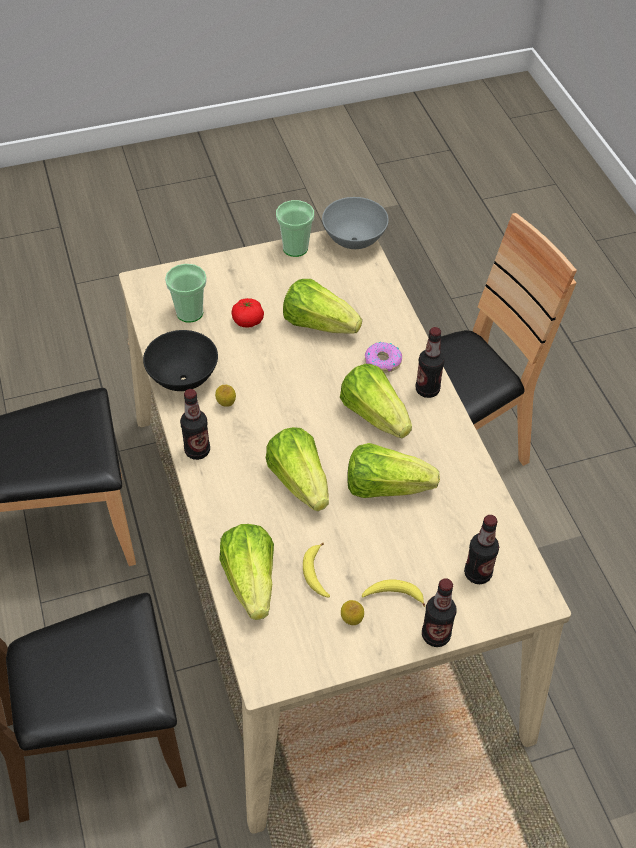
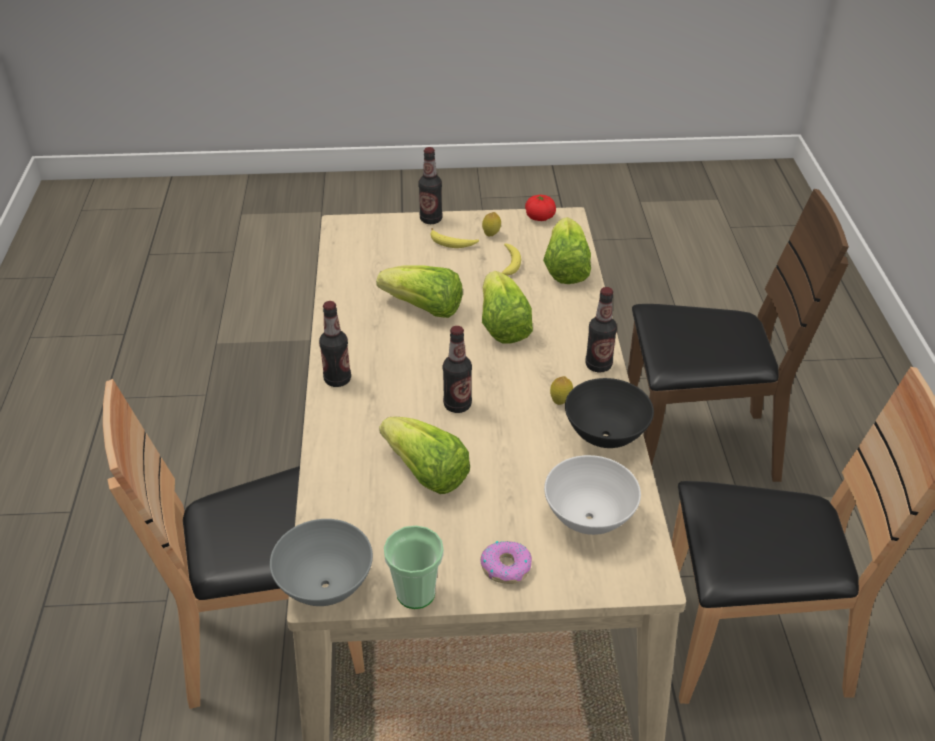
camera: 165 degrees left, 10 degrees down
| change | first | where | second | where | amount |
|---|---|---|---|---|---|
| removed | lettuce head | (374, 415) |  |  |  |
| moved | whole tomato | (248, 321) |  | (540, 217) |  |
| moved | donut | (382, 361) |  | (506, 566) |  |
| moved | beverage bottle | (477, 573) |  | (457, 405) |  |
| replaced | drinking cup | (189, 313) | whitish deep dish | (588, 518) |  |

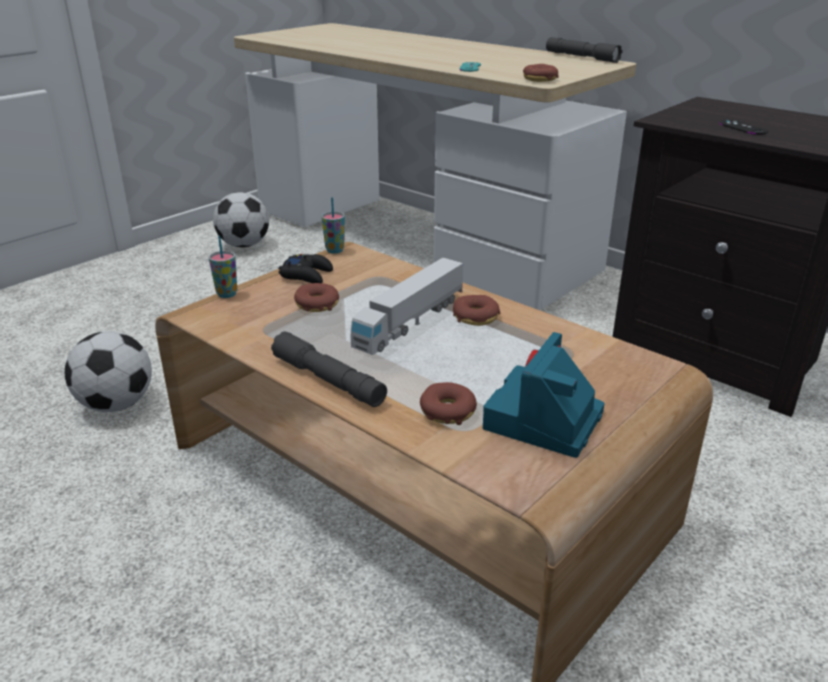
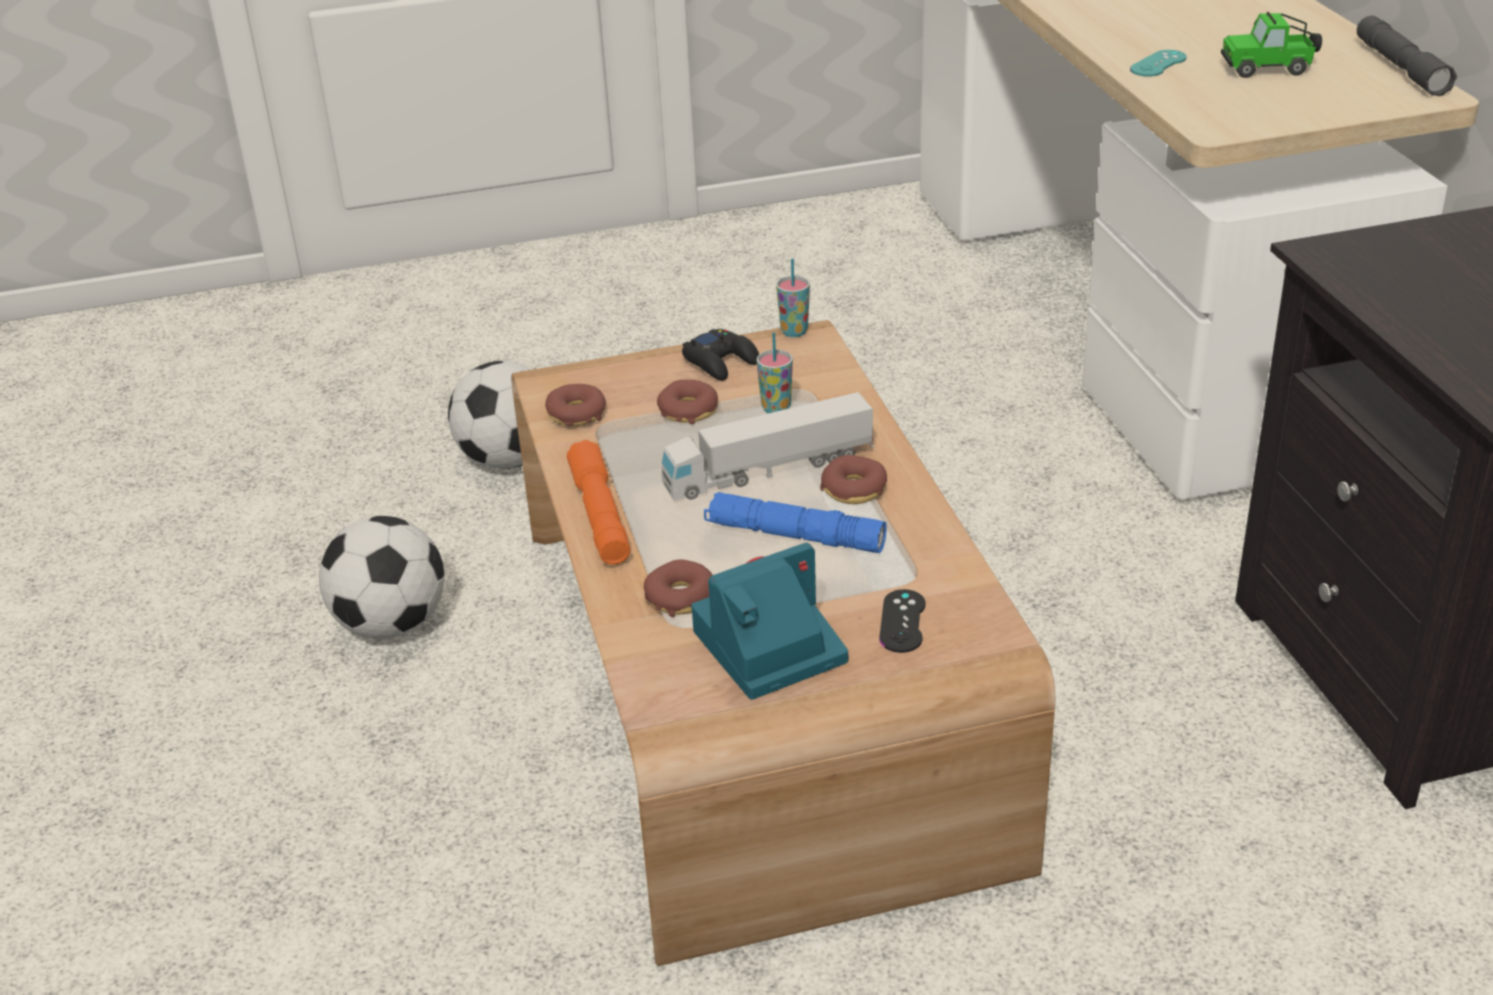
camera: 35 degrees right, 5 degrees up
| change | first | where | second | where | amount |
|---|---|---|---|---|---|
| added |  |  | blue flashlight | (795, 535) |  |
| added |  |  | toy car | (1269, 69) |  |
| moved | drinking cup | (227, 294) |  | (776, 409) |  |
| moved | football | (244, 245) |  | (391, 625) |  |
| moved | donut | (539, 79) |  | (576, 414) |  |
| moved | black-coloured joypad | (743, 128) |  | (902, 621) |  |
| recoloured | gray flashlight | (328, 380) | orange-coloured flashlight | (600, 516) |  |

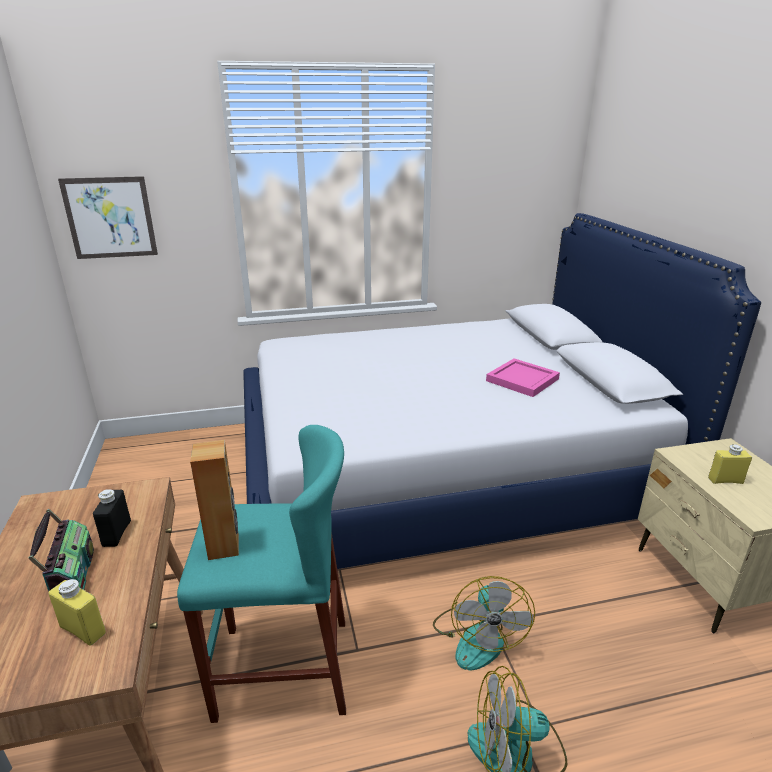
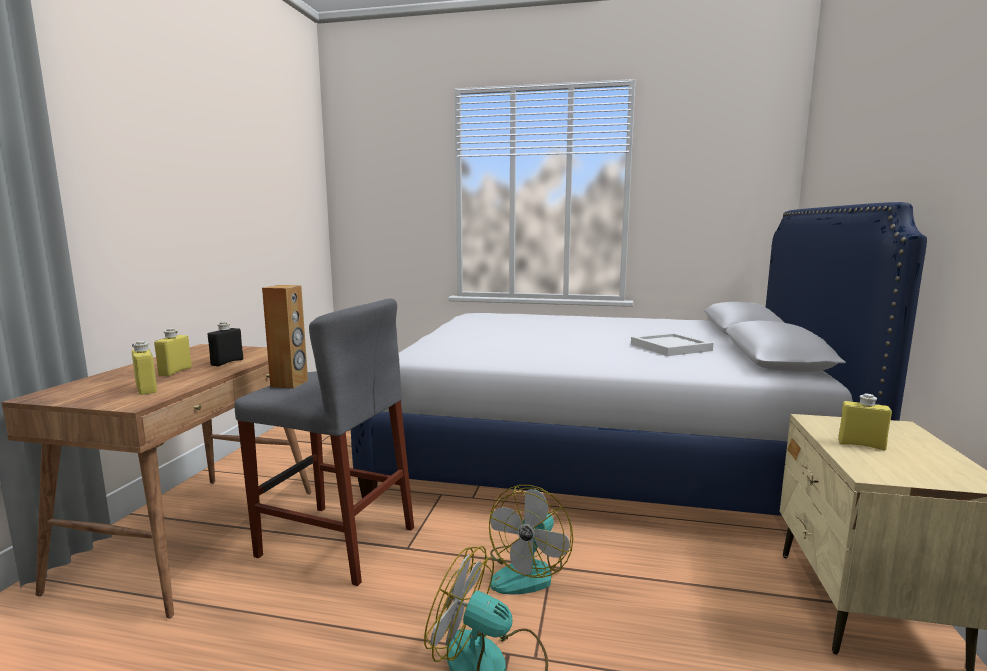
camera: 25 degrees right, 15 degrees down
| change | first | where | second | where | amount |
|---|---|---|---|---|---|
| removed | wall art | (110, 218) |  |  |  |
| replaced | radio receiver | (71, 576) | yellowish beverage bottle | (175, 372) |  |
| recoloured | turquoise sitting stool | (283, 668) | gray sitting stool | (336, 542) |  |
| recoloured | pink-coloured tray | (522, 379) | whitish tray | (670, 347) |  |

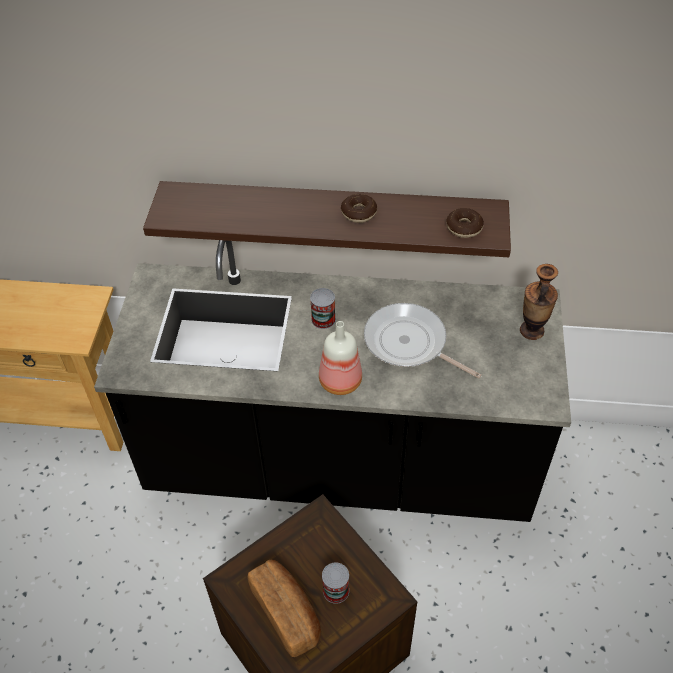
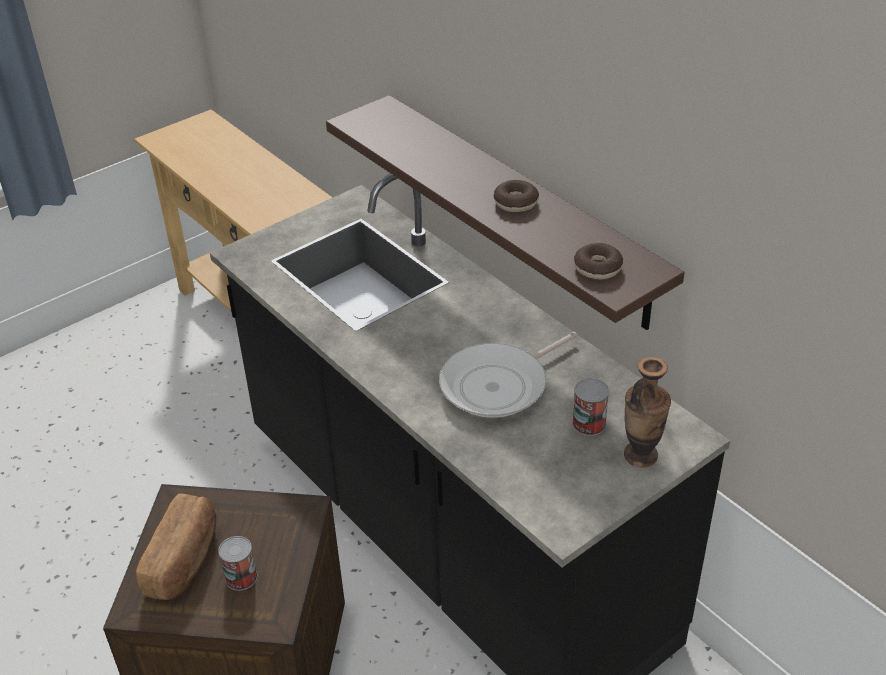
camera: 45 degrees right, 10 degrees down
| change | first | where | second | where | amount |
|---|---|---|---|---|---|
| removed | beverage bottle | (339, 382) |  |  |  |
| moved | can | (323, 319) |  | (589, 424) |  |
| turned | frying pan | (409, 343) |  | (499, 385) | 120 degrees counterclockwise |

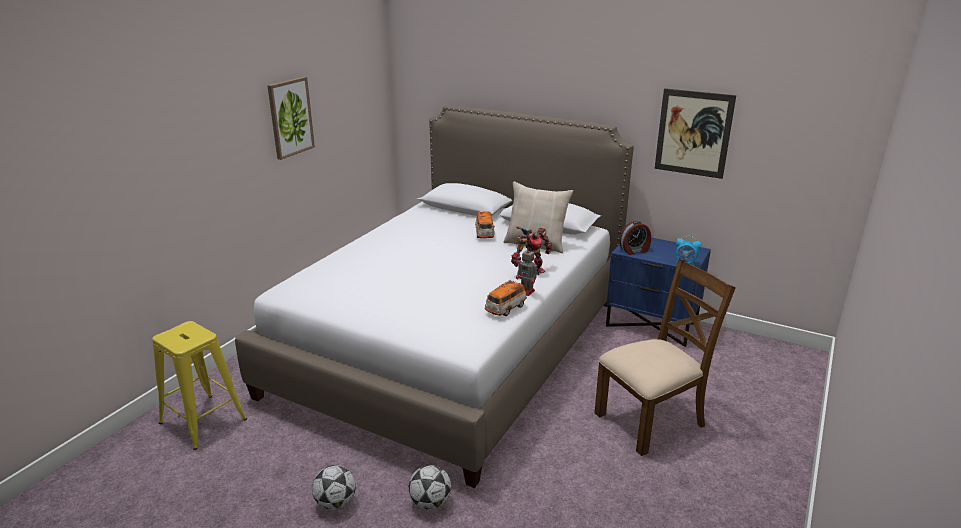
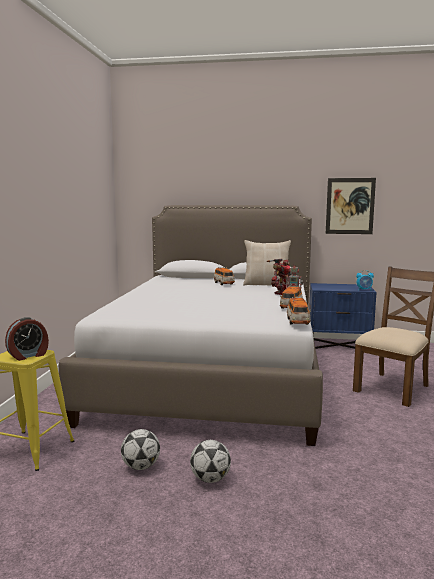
camera: 20 degrees left, 15 degrees down
| change | first | where | second | where | amount |
|---|---|---|---|---|---|
| removed | wall art | (290, 117) |  |  |  |
| added |  |  | toy car | (298, 322) |  |
| moved | football | (430, 502) |  | (141, 466) |  |
| moved | alarm clock | (634, 251) |  | (29, 355) |  |

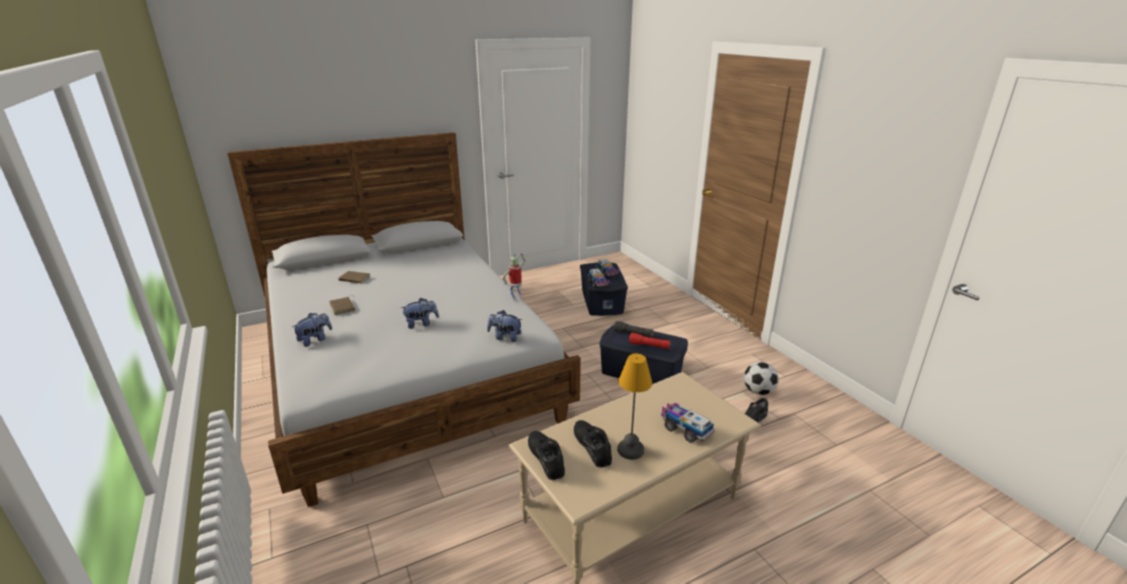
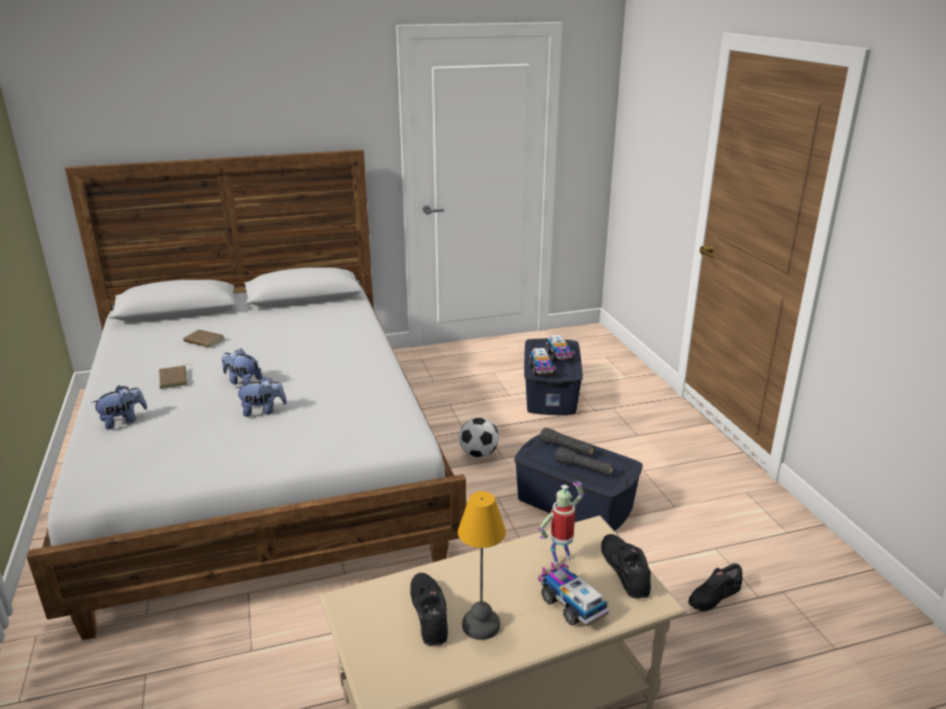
camera: 10 degrees right, 0 degrees up
| change | first | where | second | where | amount |
|---|---|---|---|---|---|
| moved | cuddly toy | (505, 337) |  | (242, 382) |  |
| moved | toy robot | (516, 297) |  | (560, 559) |  |
| moved | black-coloured low shoe | (547, 458) |  | (626, 571) |  |
| moved | football | (758, 391) |  | (478, 454) |  |
| recoloured | red flashlight | (649, 346) | black-coloured flashlight | (583, 468) |  |

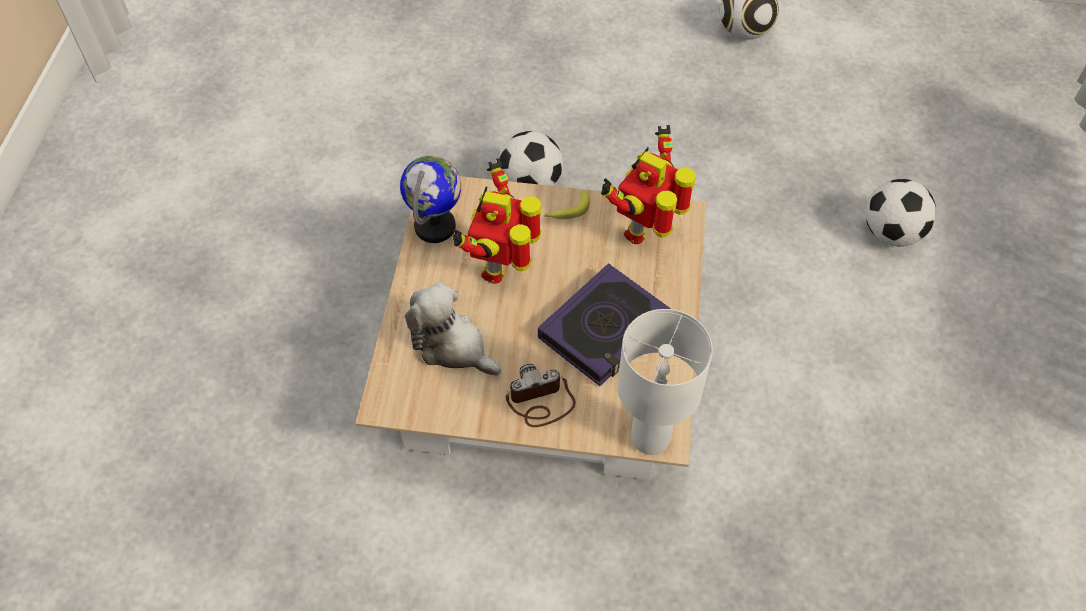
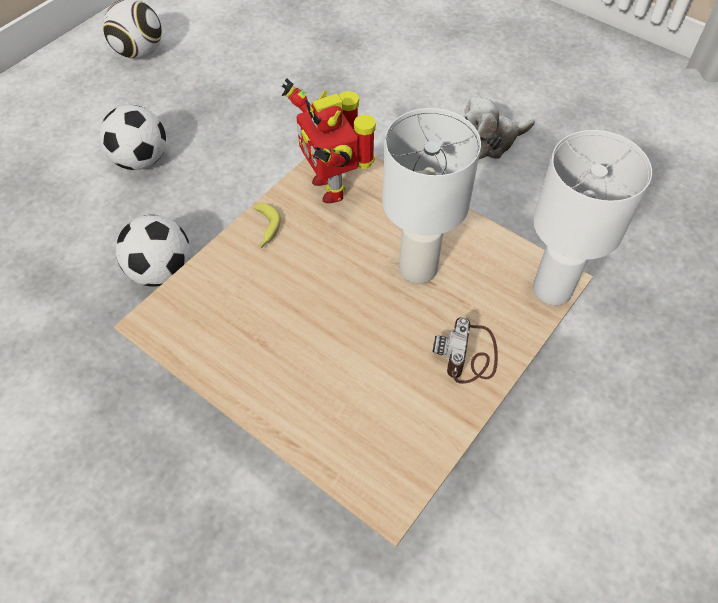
camera: 60 degrees left, 0 degrees up
| change | first | where | second | where | amount |
|---|---|---|---|---|---|
| removed | world globe | (435, 226) |  |  |  |
| removed | toy robot | (501, 266) |  |  |  |
| moved | cuddly toy | (452, 345) |  | (490, 141) |  |
| moved | football | (891, 233) |  | (141, 160) |  |
| replaced | volume | (604, 329) | whitish tabletop lamp | (418, 267) |  |

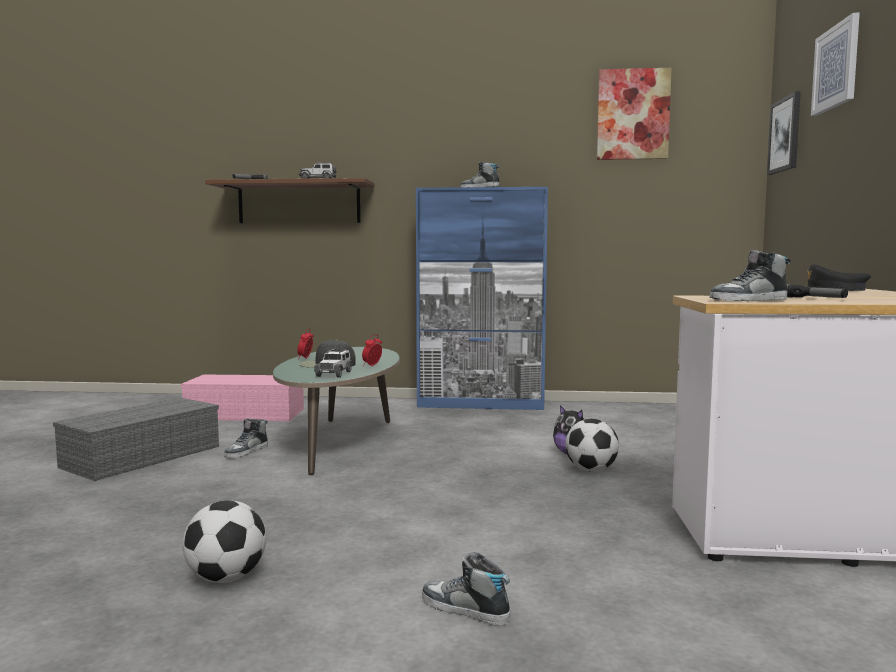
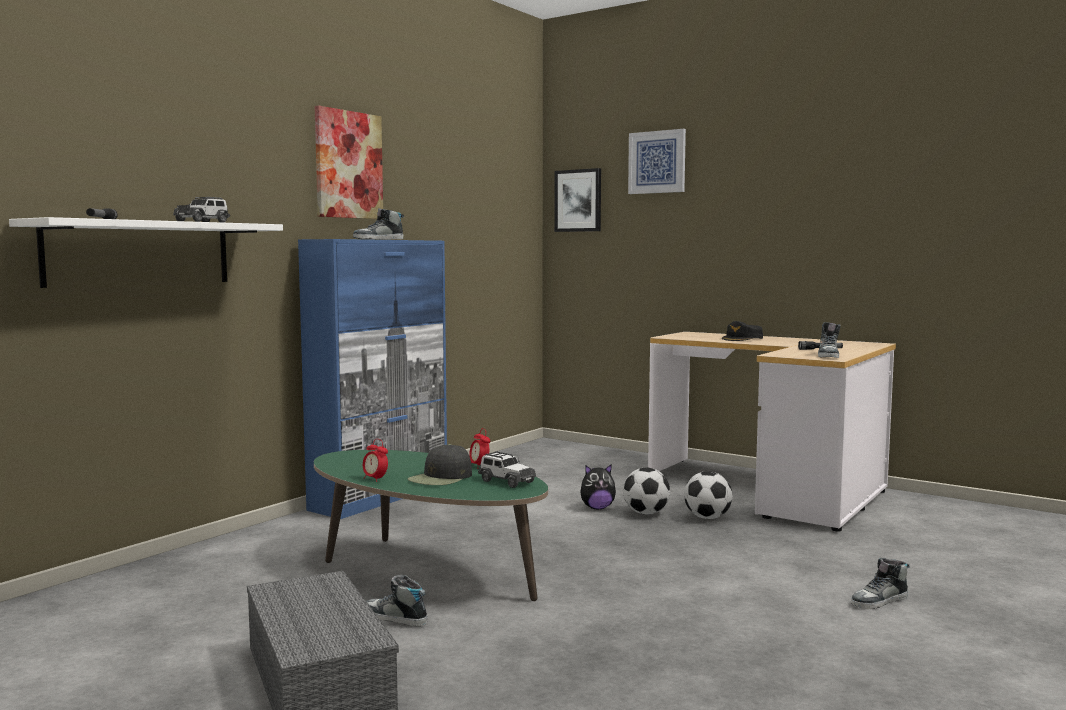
camera: 60 degrees left, 0 degrees up
| change | first | where | second | where | amount |
|---|---|---|---|---|---|
| removed | pink-coloured storage bin | (247, 414) |  |  |  |
| moved | football | (226, 579) |  | (707, 518) |  |
| moved | wall art | (633, 114) |  | (348, 165) |  |
| recoloured | brown bracket shelf | (299, 203) | whitish bracket shelf | (139, 253) |  |
| turned | low shoe | (246, 451) |  | (394, 618) | 150 degrees clockwise |

